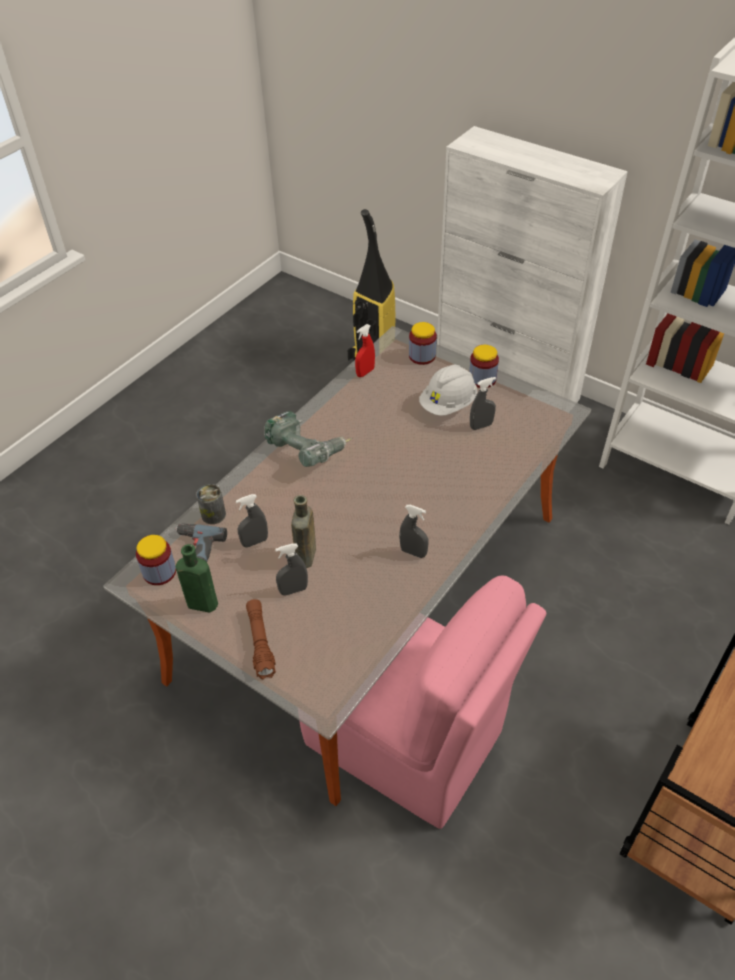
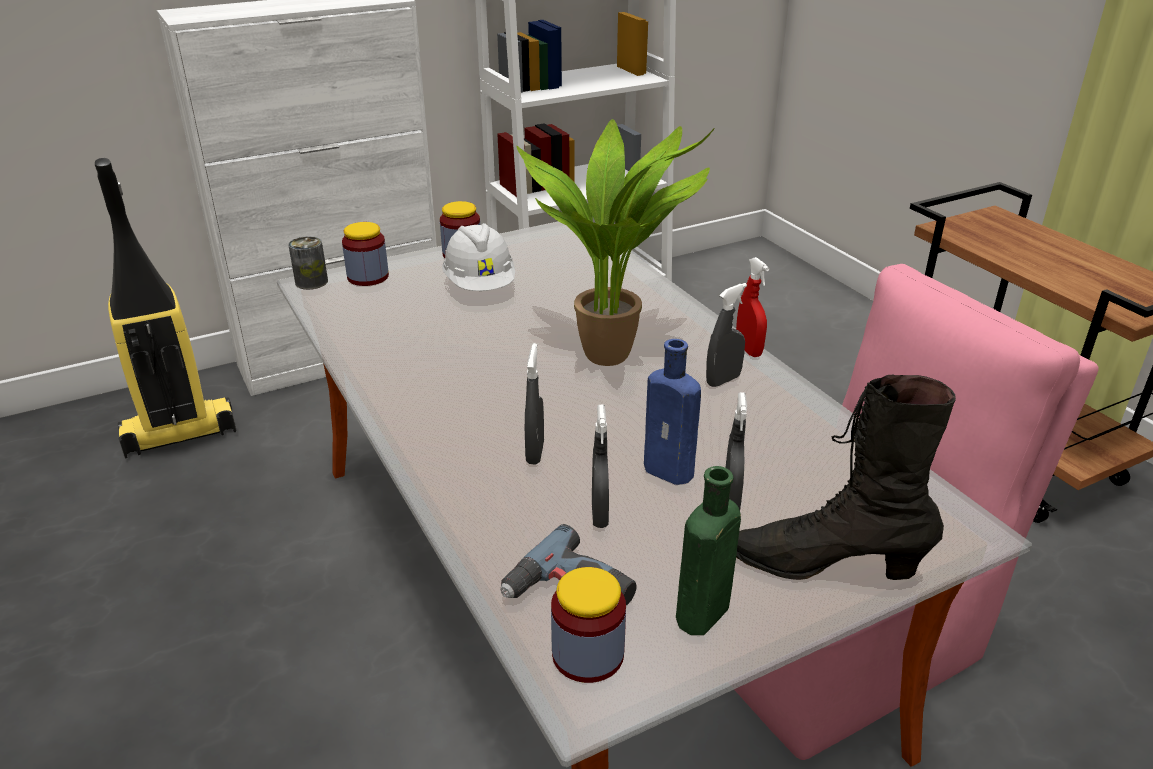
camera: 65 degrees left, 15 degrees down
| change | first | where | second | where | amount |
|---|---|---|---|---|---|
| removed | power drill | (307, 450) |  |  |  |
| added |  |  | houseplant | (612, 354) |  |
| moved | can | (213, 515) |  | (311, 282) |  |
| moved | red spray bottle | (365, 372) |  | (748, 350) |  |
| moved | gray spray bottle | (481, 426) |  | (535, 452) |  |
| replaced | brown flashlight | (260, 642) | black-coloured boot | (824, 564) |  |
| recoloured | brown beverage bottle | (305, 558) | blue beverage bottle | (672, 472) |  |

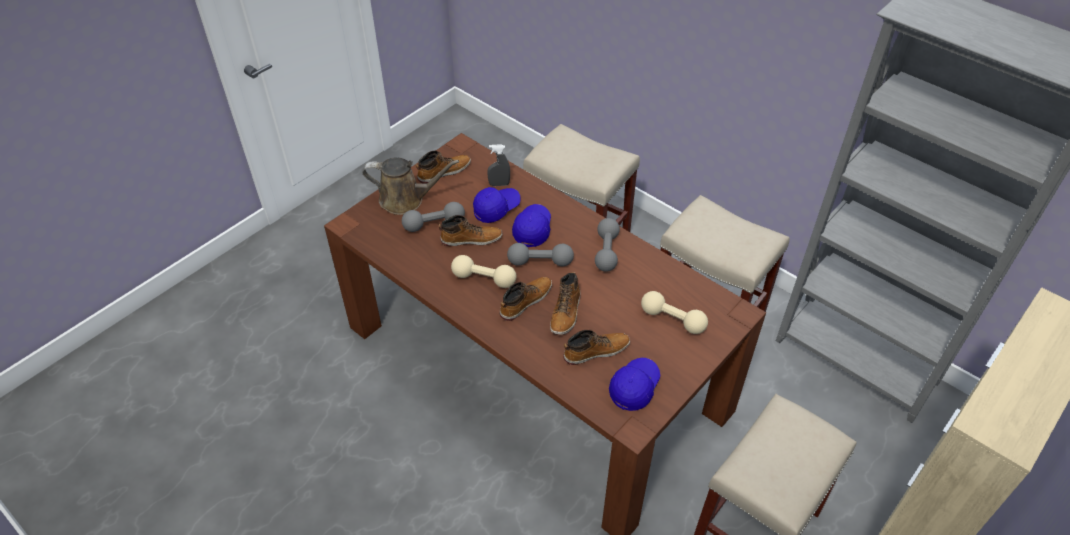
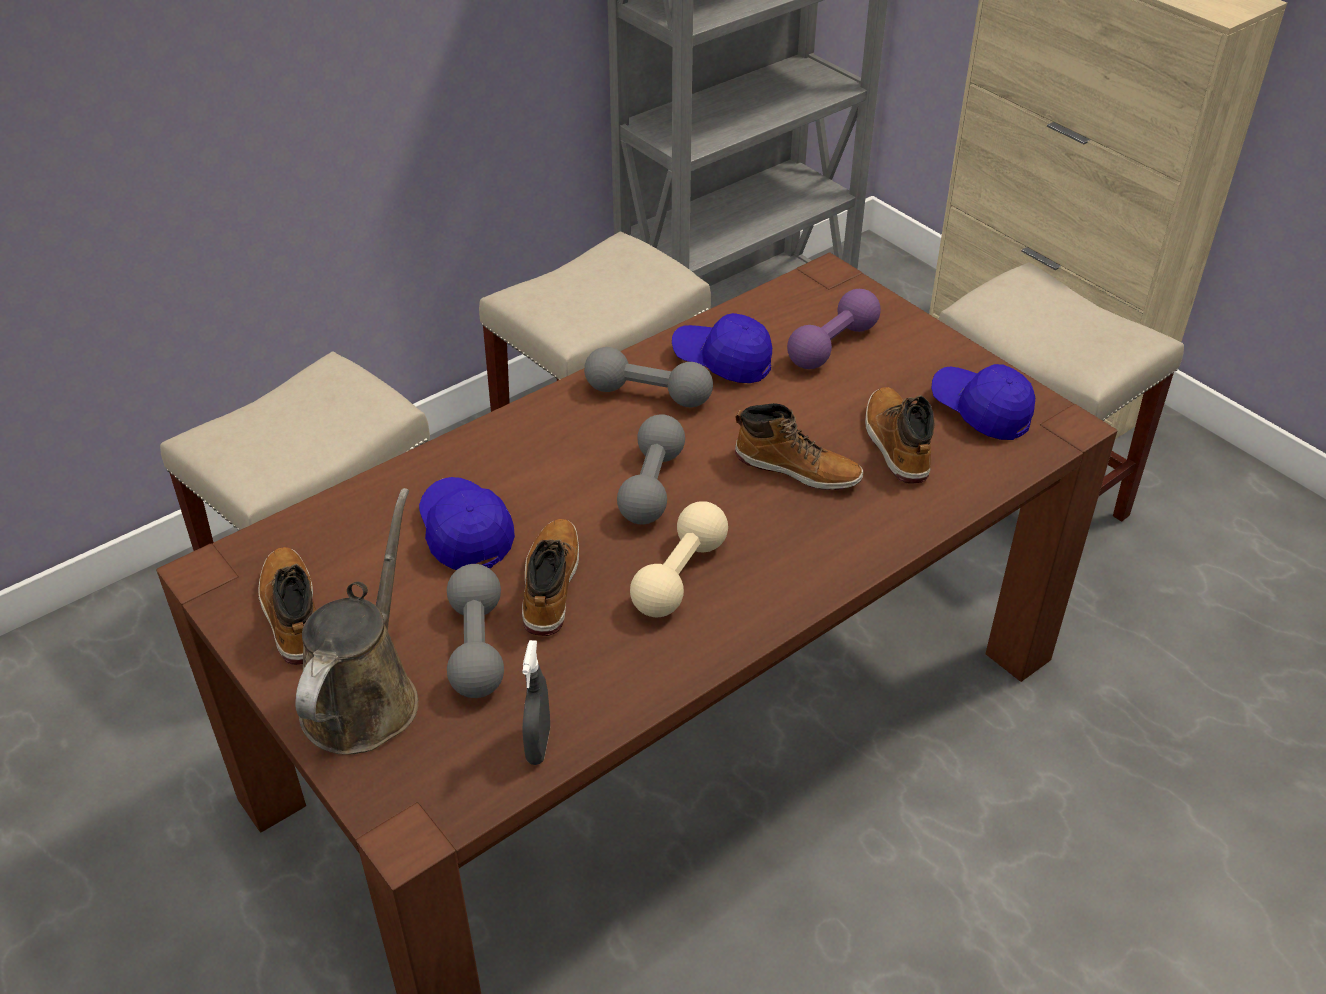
camera: 80 degrees left, 5 degrees down
| change | first | where | second | where | amount |
|---|---|---|---|---|---|
| removed | boot | (525, 301) |  |  |  |
| moved | gray spray bottle | (499, 184) |  | (538, 745) |  |
| moved | blue cap | (532, 229) |  | (722, 362) |  |
| recoloured | beige hand weight | (672, 319) | purple-coloured hand weight | (832, 345) |  |

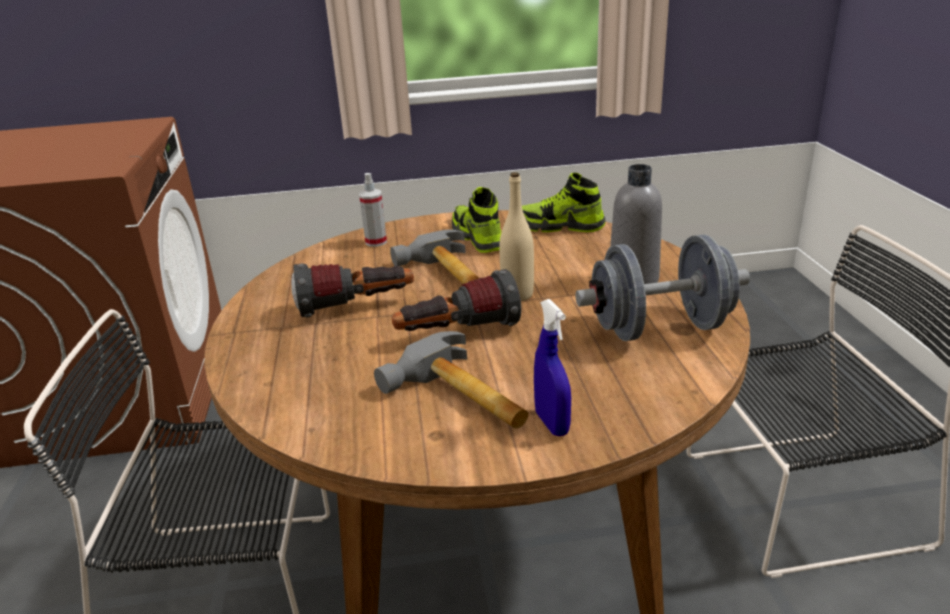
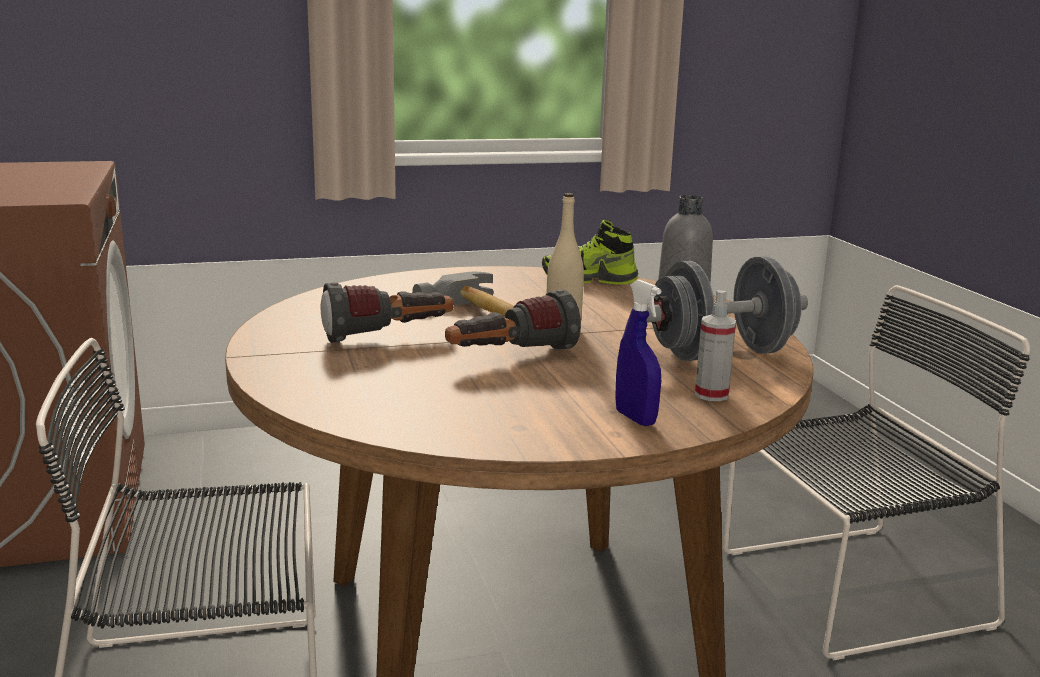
camera: 10 degrees left, 10 degrees down
| change | first | where | second | where | amount |
|---|---|---|---|---|---|
| removed | hand hammer | (460, 399) |  |  |  |
| removed | low shoe | (477, 238) |  |  |  |
| moved | spray bottle | (376, 242) |  | (711, 395) |  |

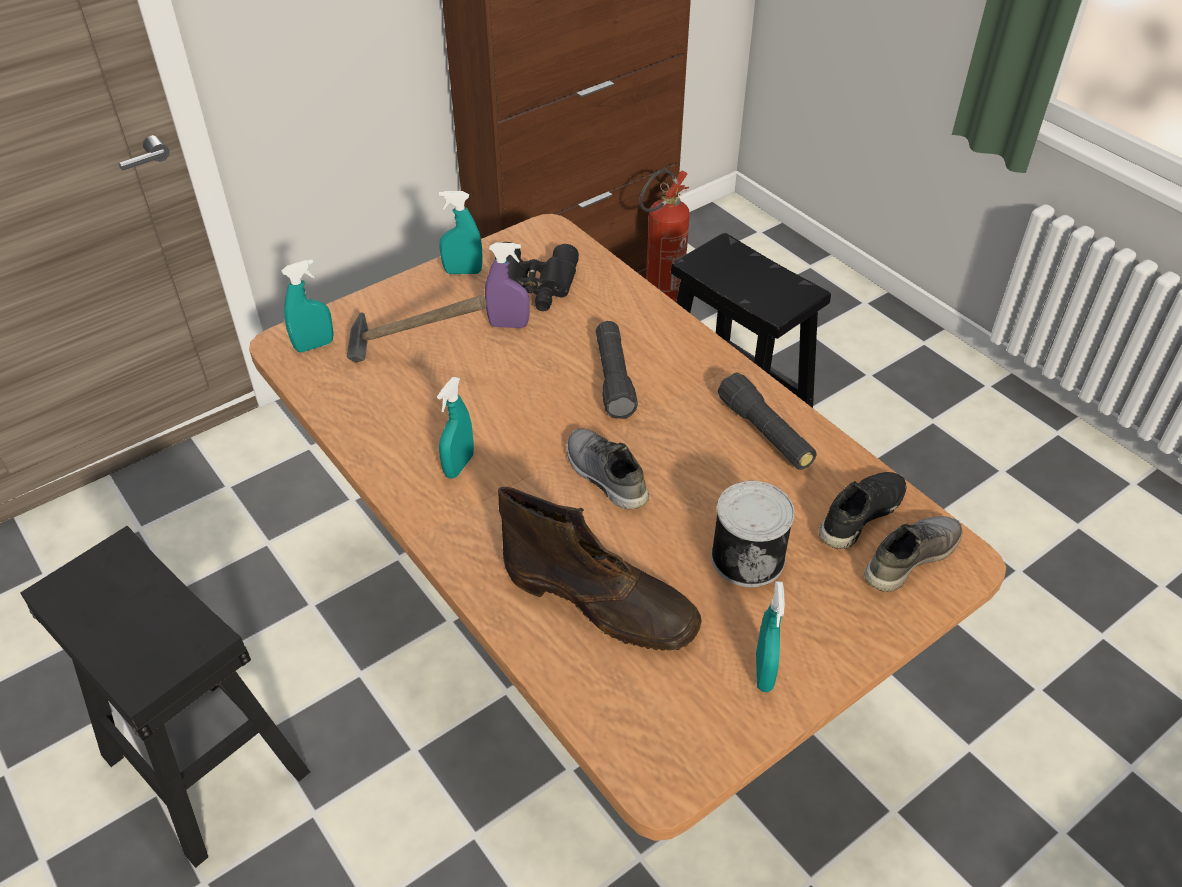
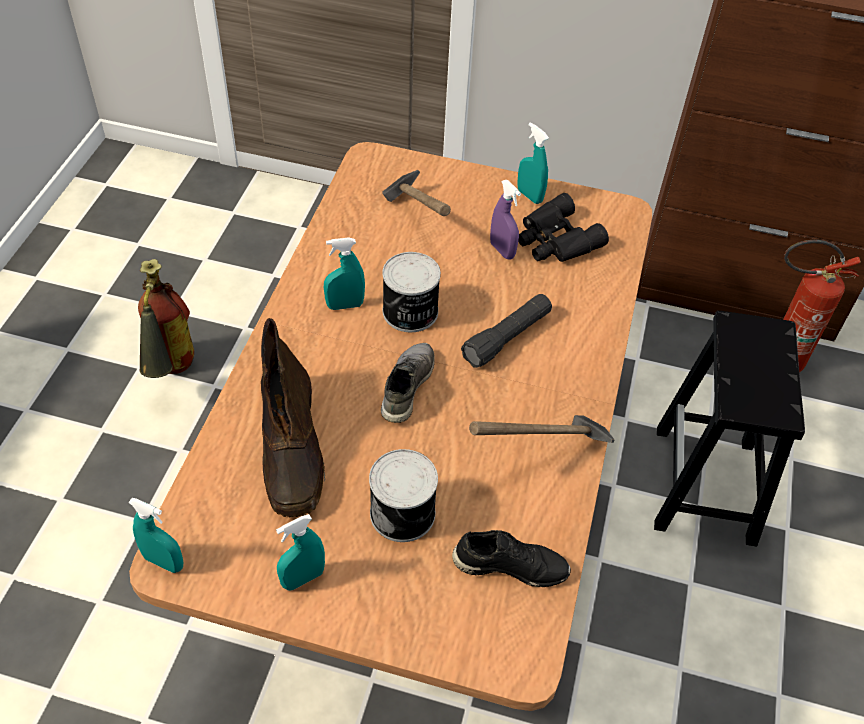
camera: 50 degrees right, 5 degrees up
| change | first | where | second | where | amount |
|---|---|---|---|---|---|
| removed | gray low shoe | (909, 557) |  |  |  |
| added |  |  | can | (410, 312) |  |
| moved | turquoise spray bottle | (314, 345) |  | (164, 562) |  |
| replaced | black-coloured sitting stool | (203, 764) | fire extinguisher | (171, 374) |  |
| replaced | black-coloured flashlight | (765, 433) | hand hammer | (540, 458) |  |

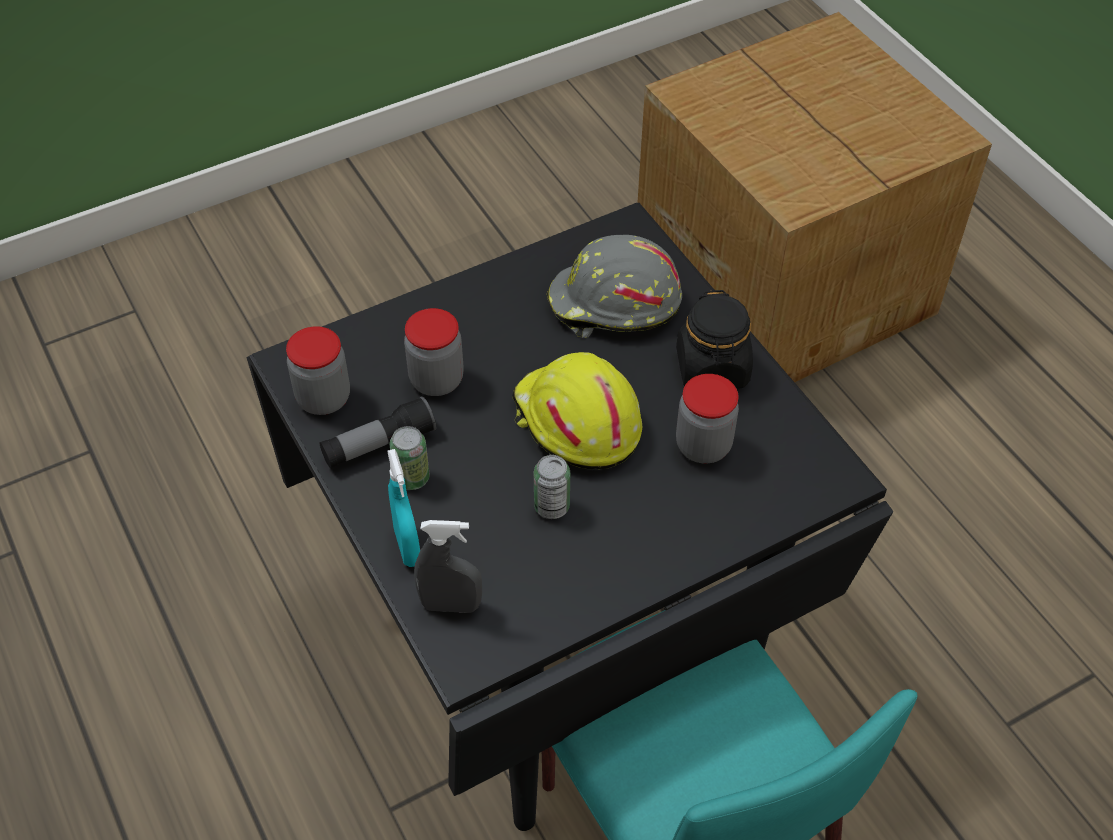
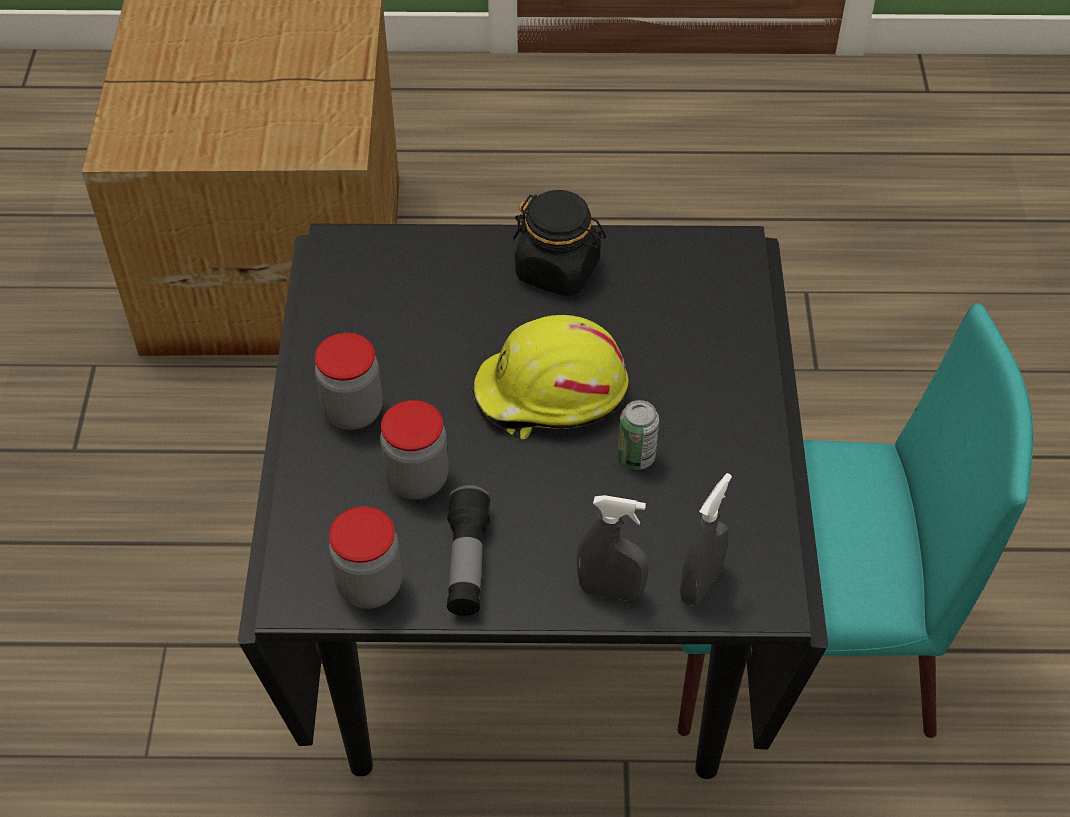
camera: 60 degrees left, 0 degrees up
| change | first | where | second | where | amount |
|---|---|---|---|---|---|
| removed | can | (412, 478) |  |  |  |
| removed | gray safety helmet | (614, 304) |  |  |  |
| moved | preserve jar | (703, 446) |  | (353, 411) |  |
| recoloured | turquoise spray bottle | (407, 546) | gray spray bottle | (610, 590) |  |

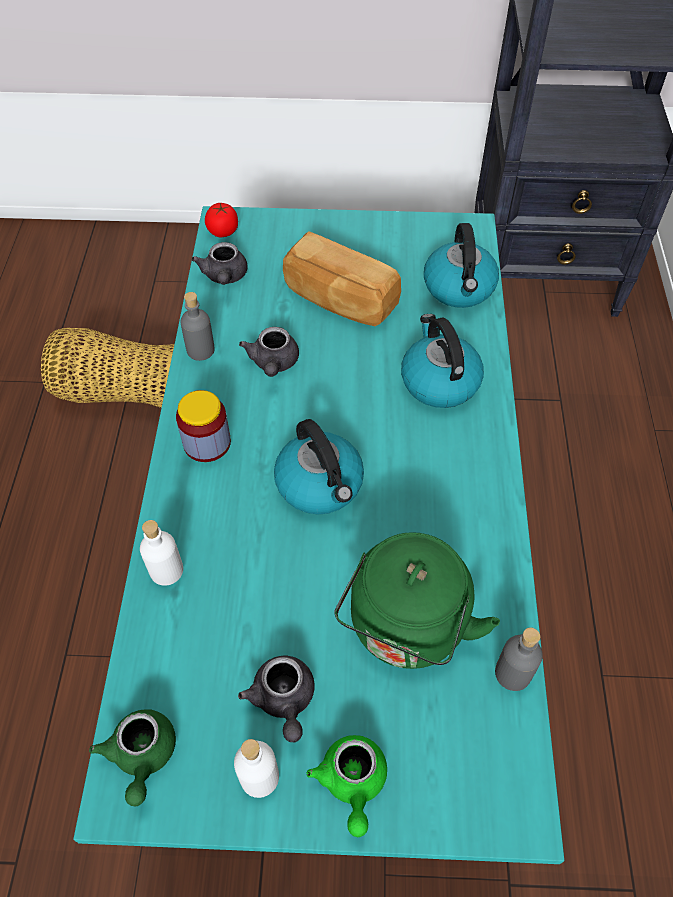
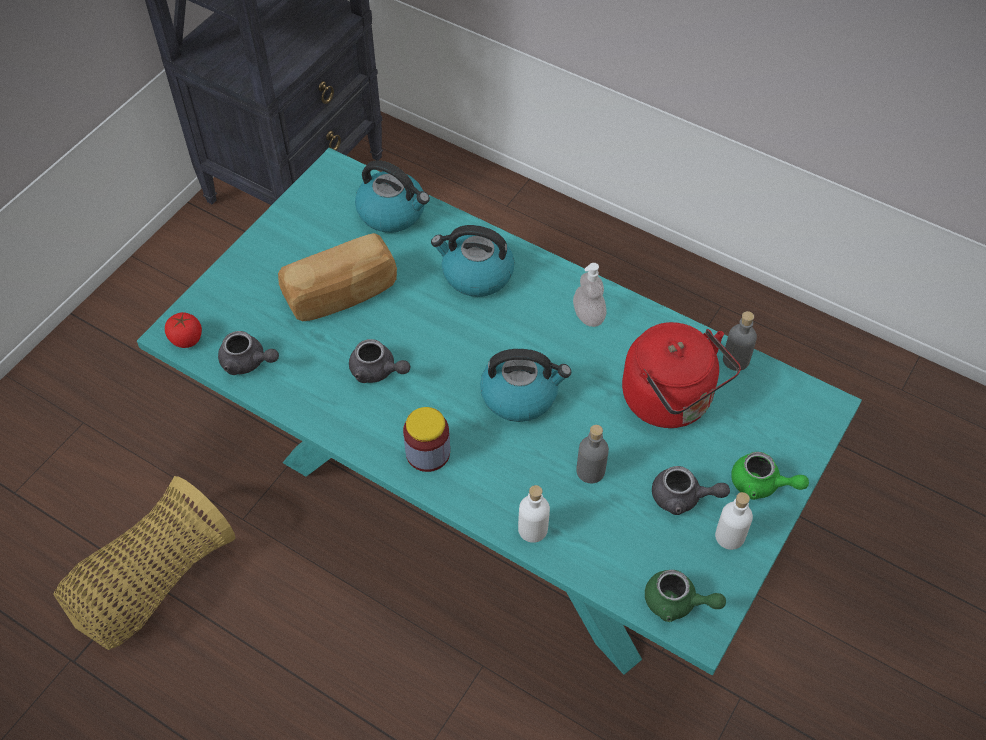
camera: 60 degrees left, 0 degrees up
| change | first | where | second | where | amount |
|---|---|---|---|---|---|
| added |  |  | soap dispenser | (588, 315) |  |
| moved | gray beverage bottle | (200, 350) |  | (590, 471) |  |
| recoloured | green kettle | (406, 629) | red kettle | (671, 401) |  |

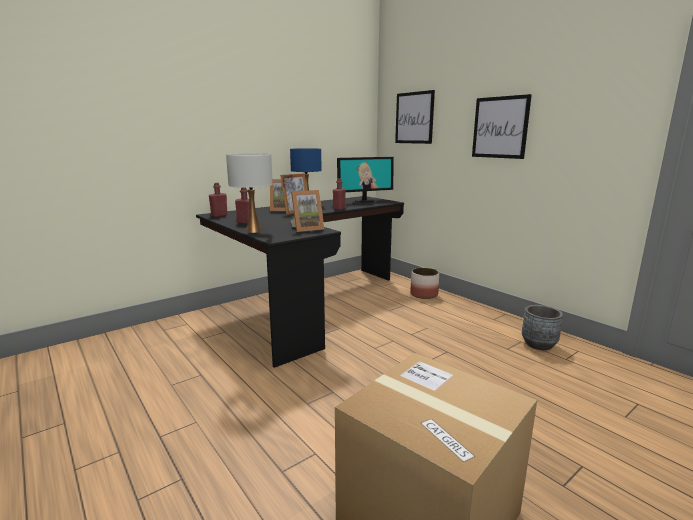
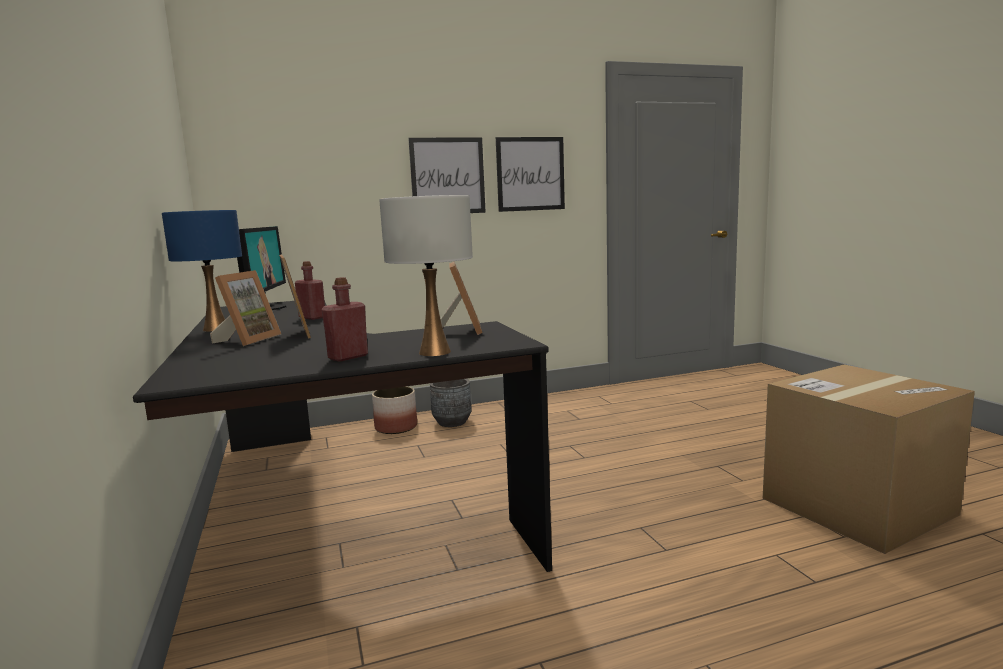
camera: 70 degrees left, 5 degrees down
| change | first | where | second | where | amount |
|---|---|---|---|---|---|
| removed | red beverage bottle | (219, 215) |  |  |  |
| moved | wall art | (414, 118) |  | (530, 174) |  |
| moved | gray plant pot | (539, 344) |  | (452, 422) |  |

